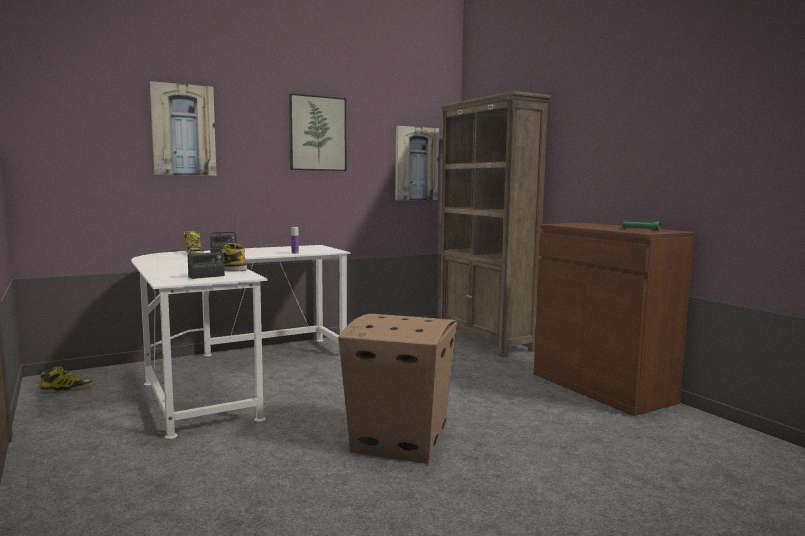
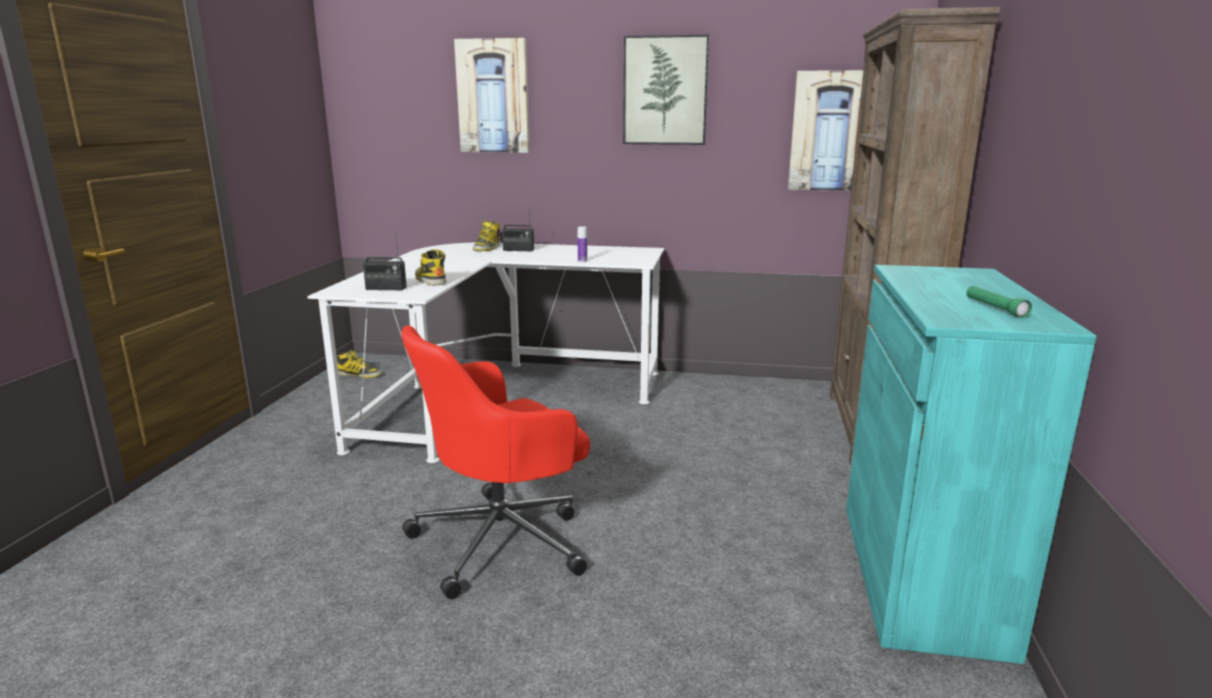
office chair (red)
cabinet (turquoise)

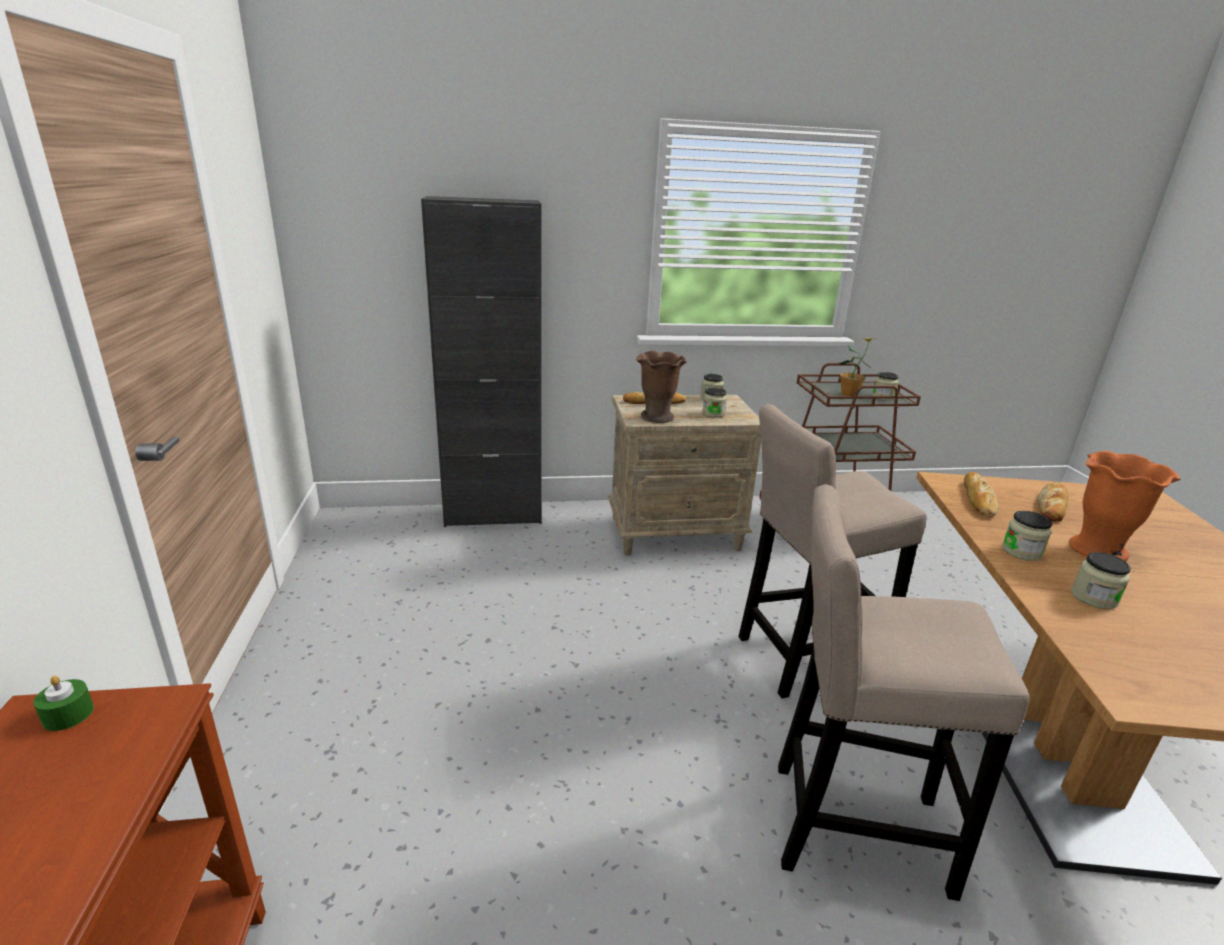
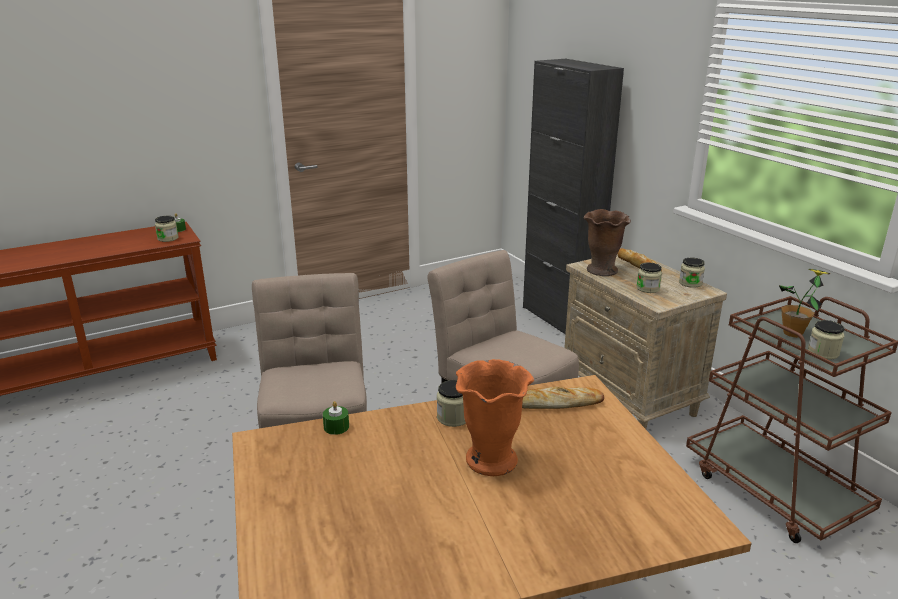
bread (no. 3 from left in the first image)
jar (no. 1 from left)
candle (green) (no. 2 from left)

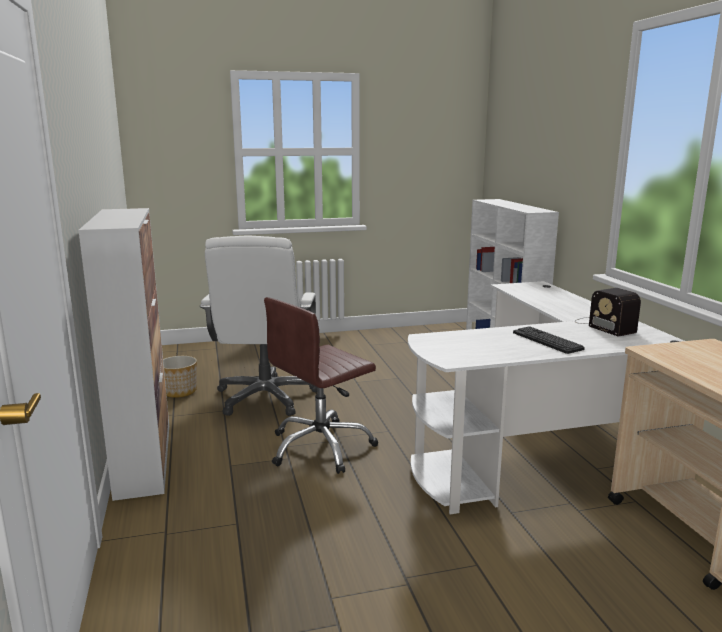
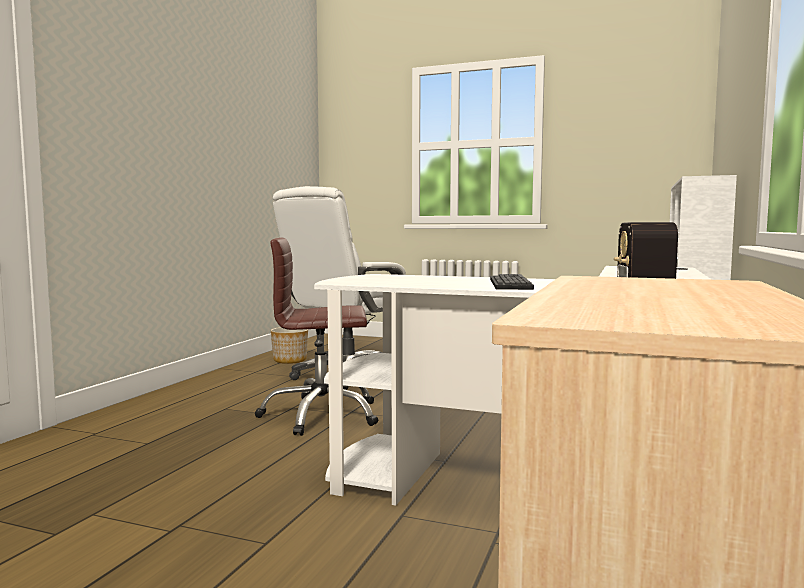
cabinet

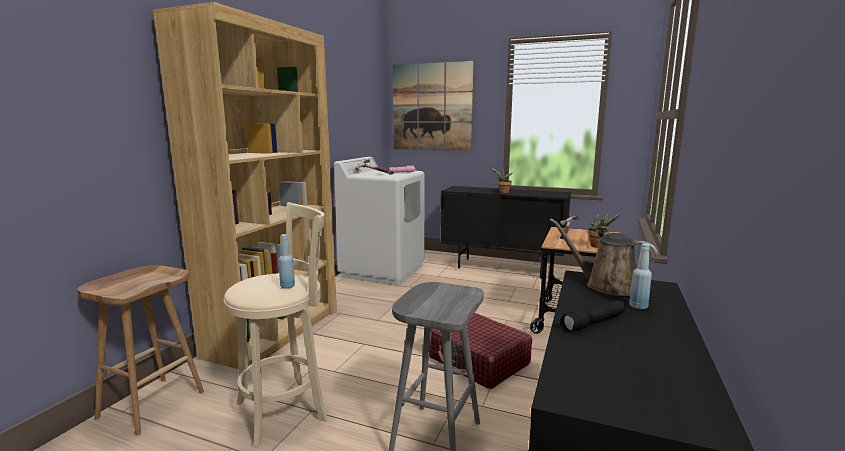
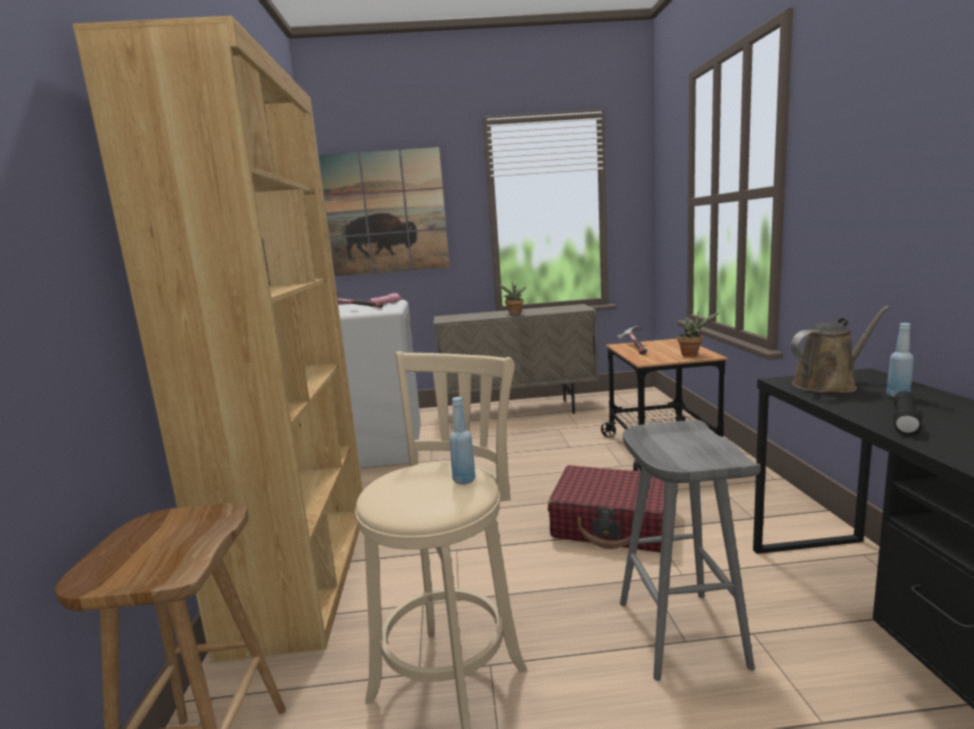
cabinet (beige)
watering can (brown)

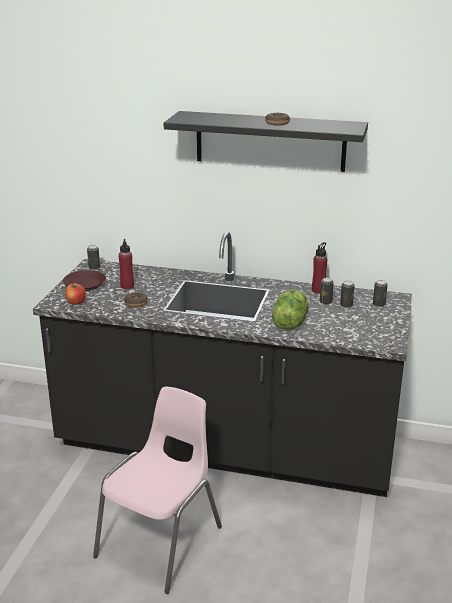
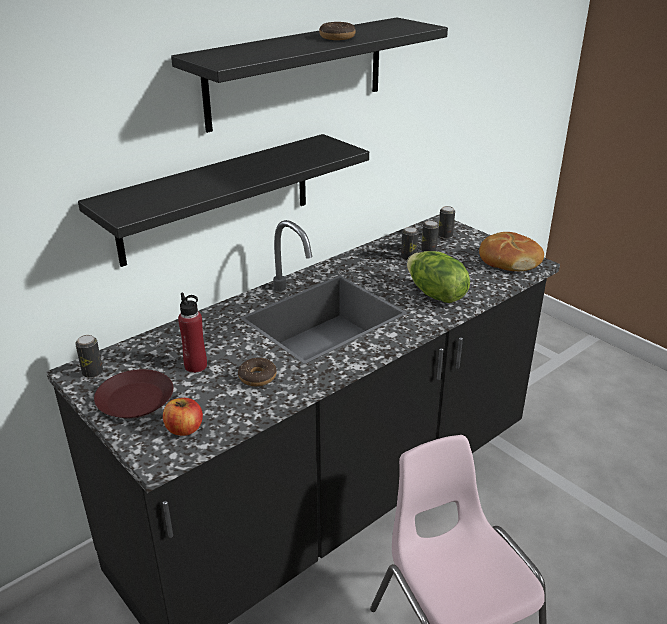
bottle (red) (no. 2 from left in the first image)
shelf (black) (no. 1 from left)
bread

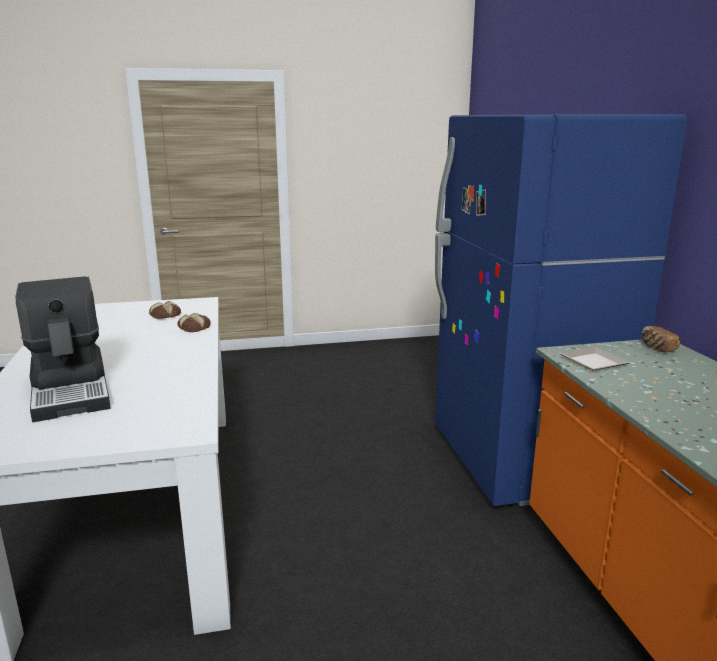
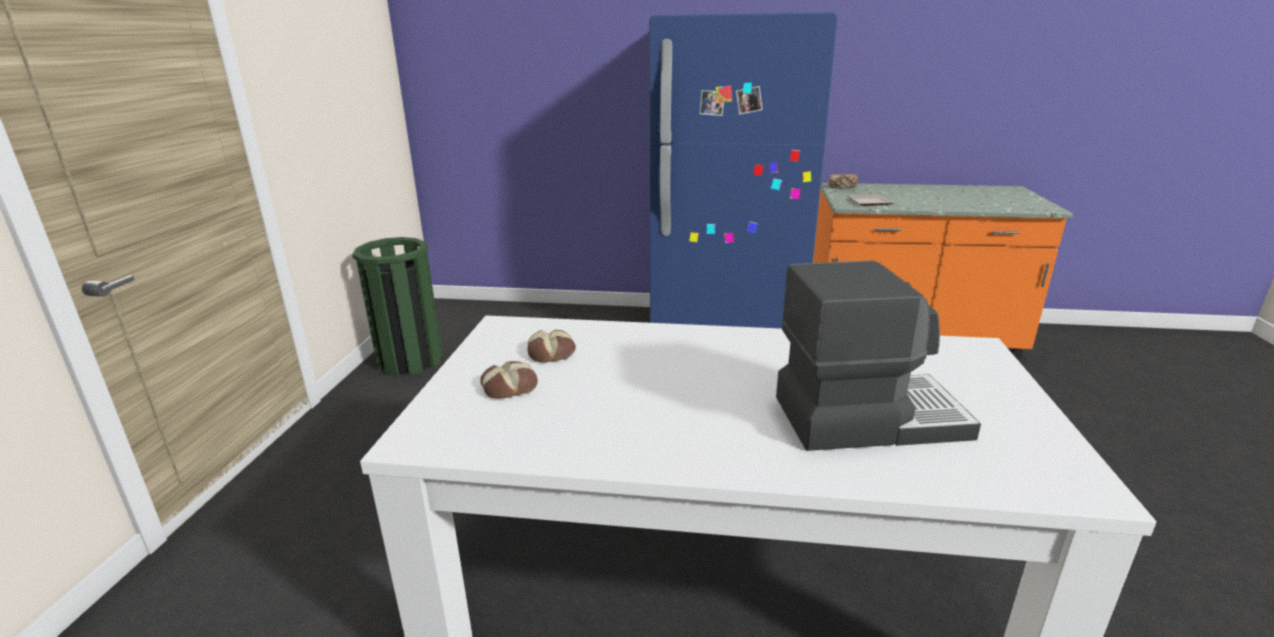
bread (no. 1 from left)
trash can (green)

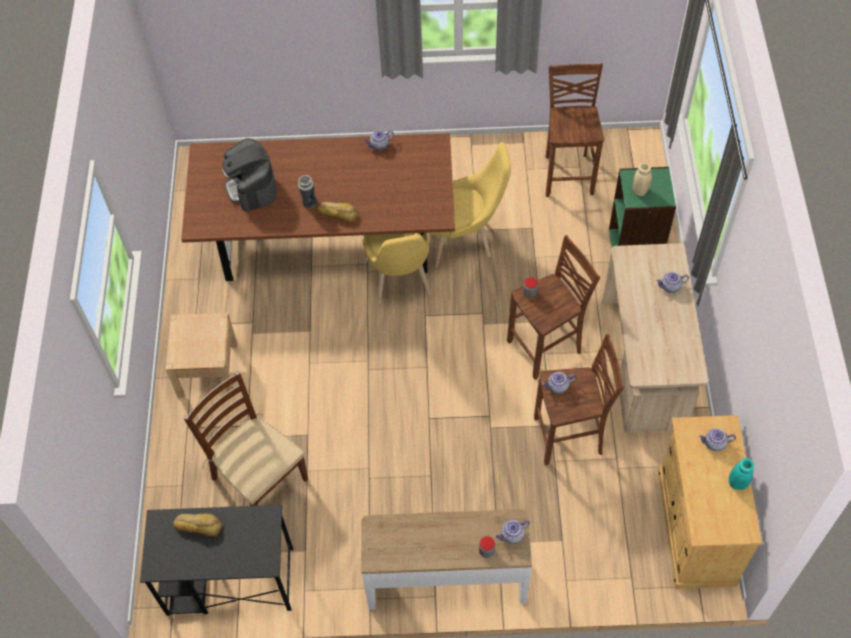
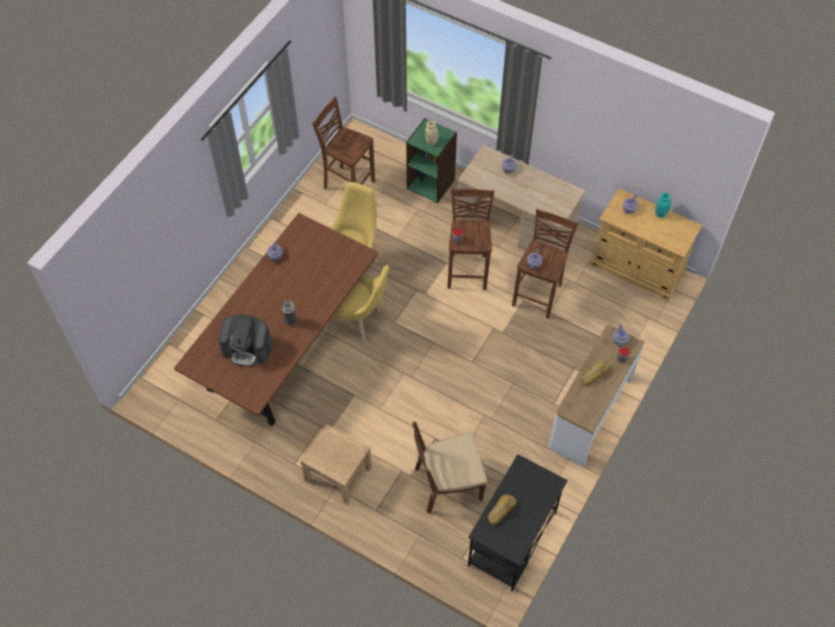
bread (no. 2 from left)

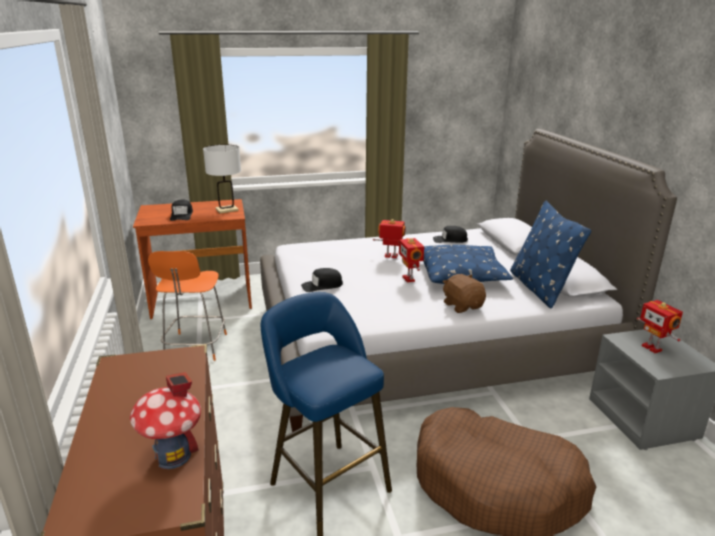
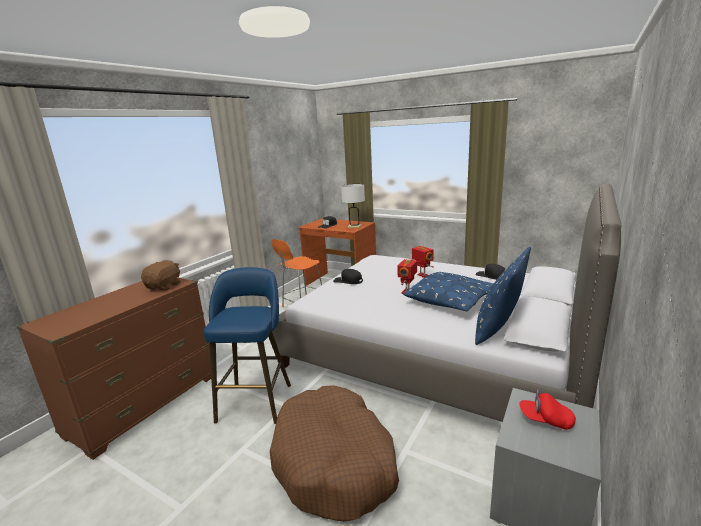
toy house
plush toy (brown)
cap (red)

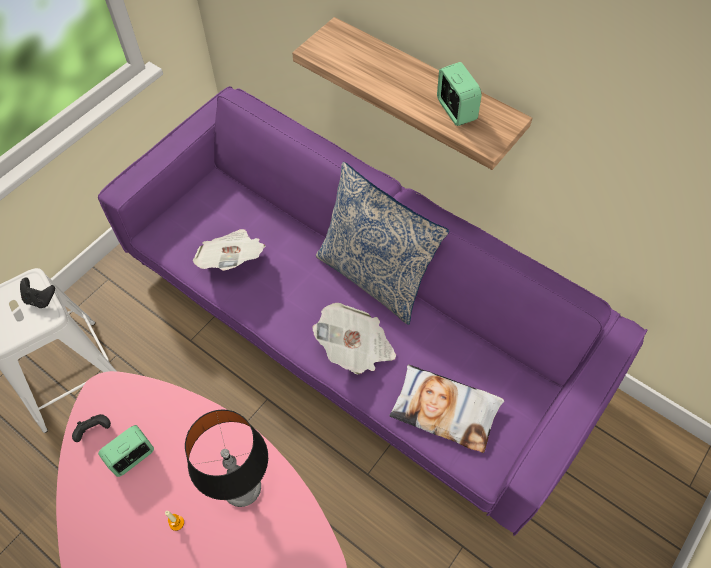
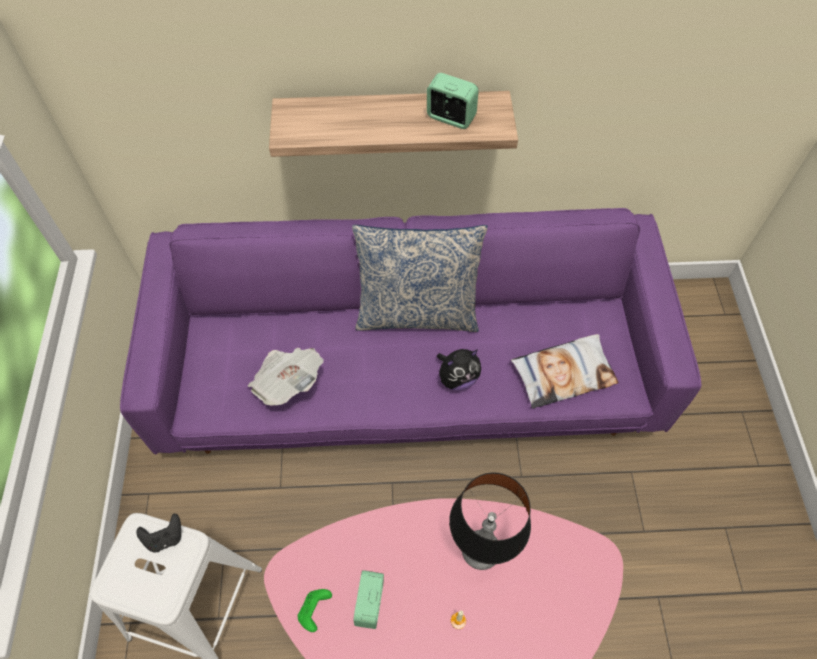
game controller (green)
plush toy

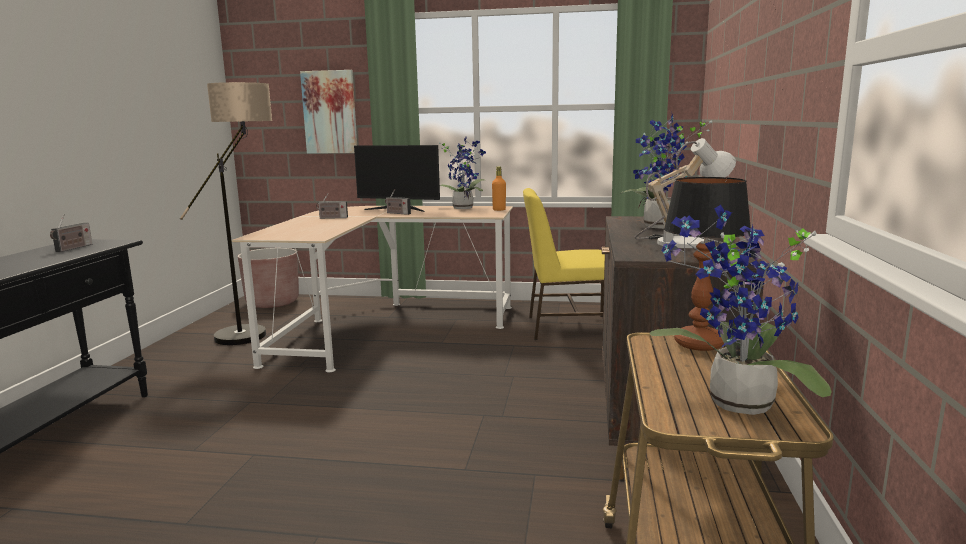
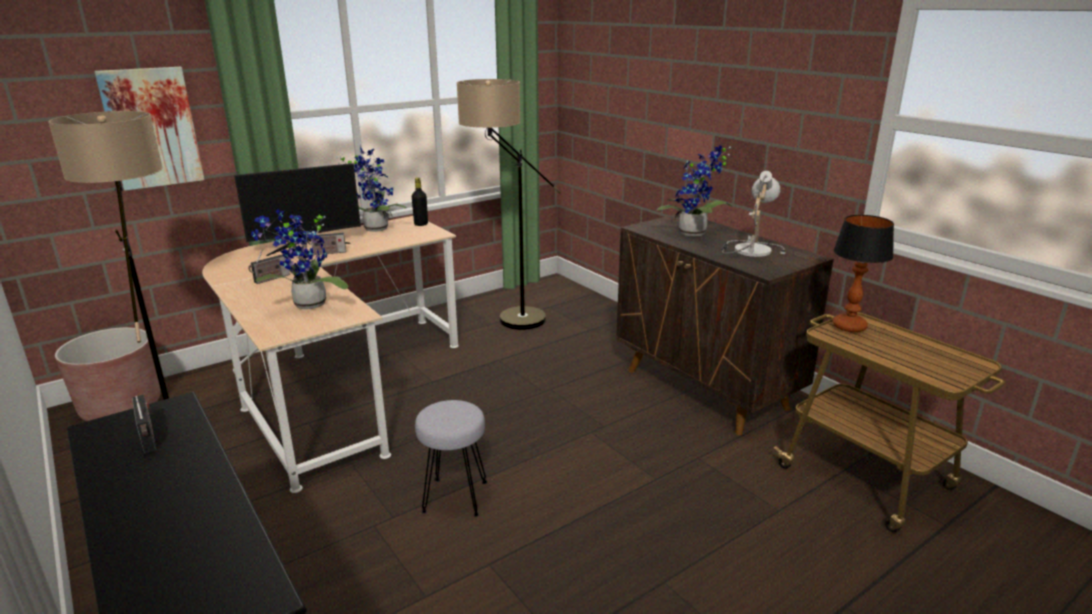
bottle (black)
floor lamp (no. 2 from left)
potted plant (no. 1 from left)
stool (grey)

